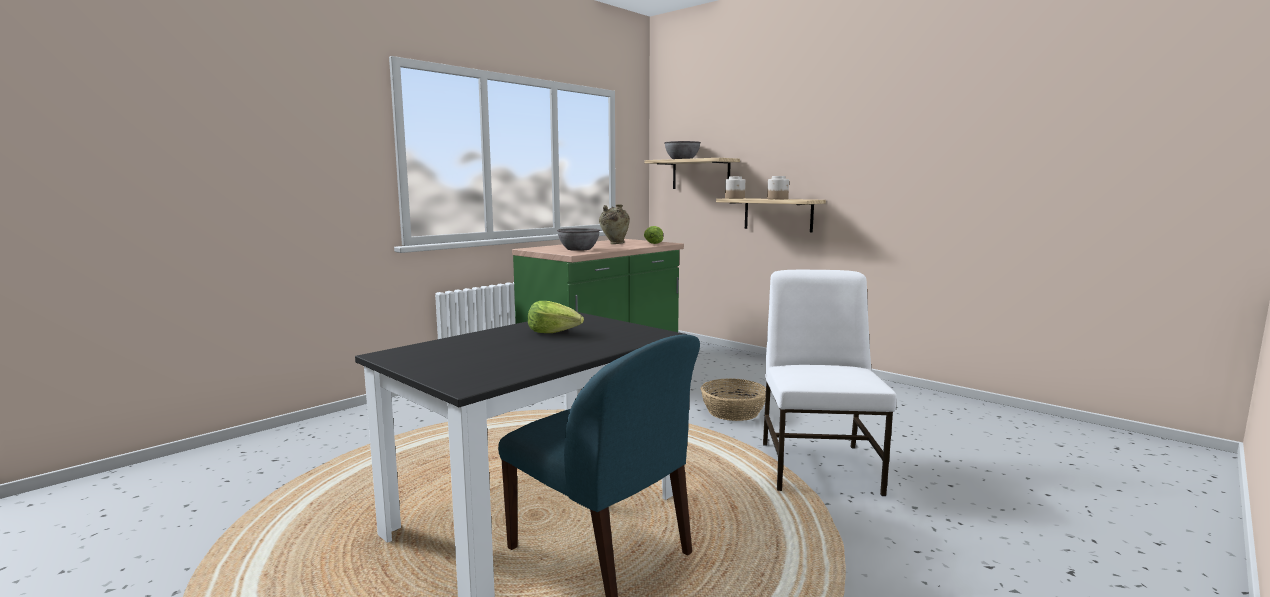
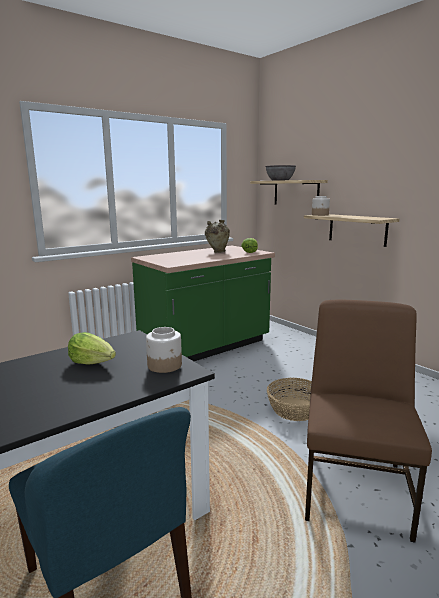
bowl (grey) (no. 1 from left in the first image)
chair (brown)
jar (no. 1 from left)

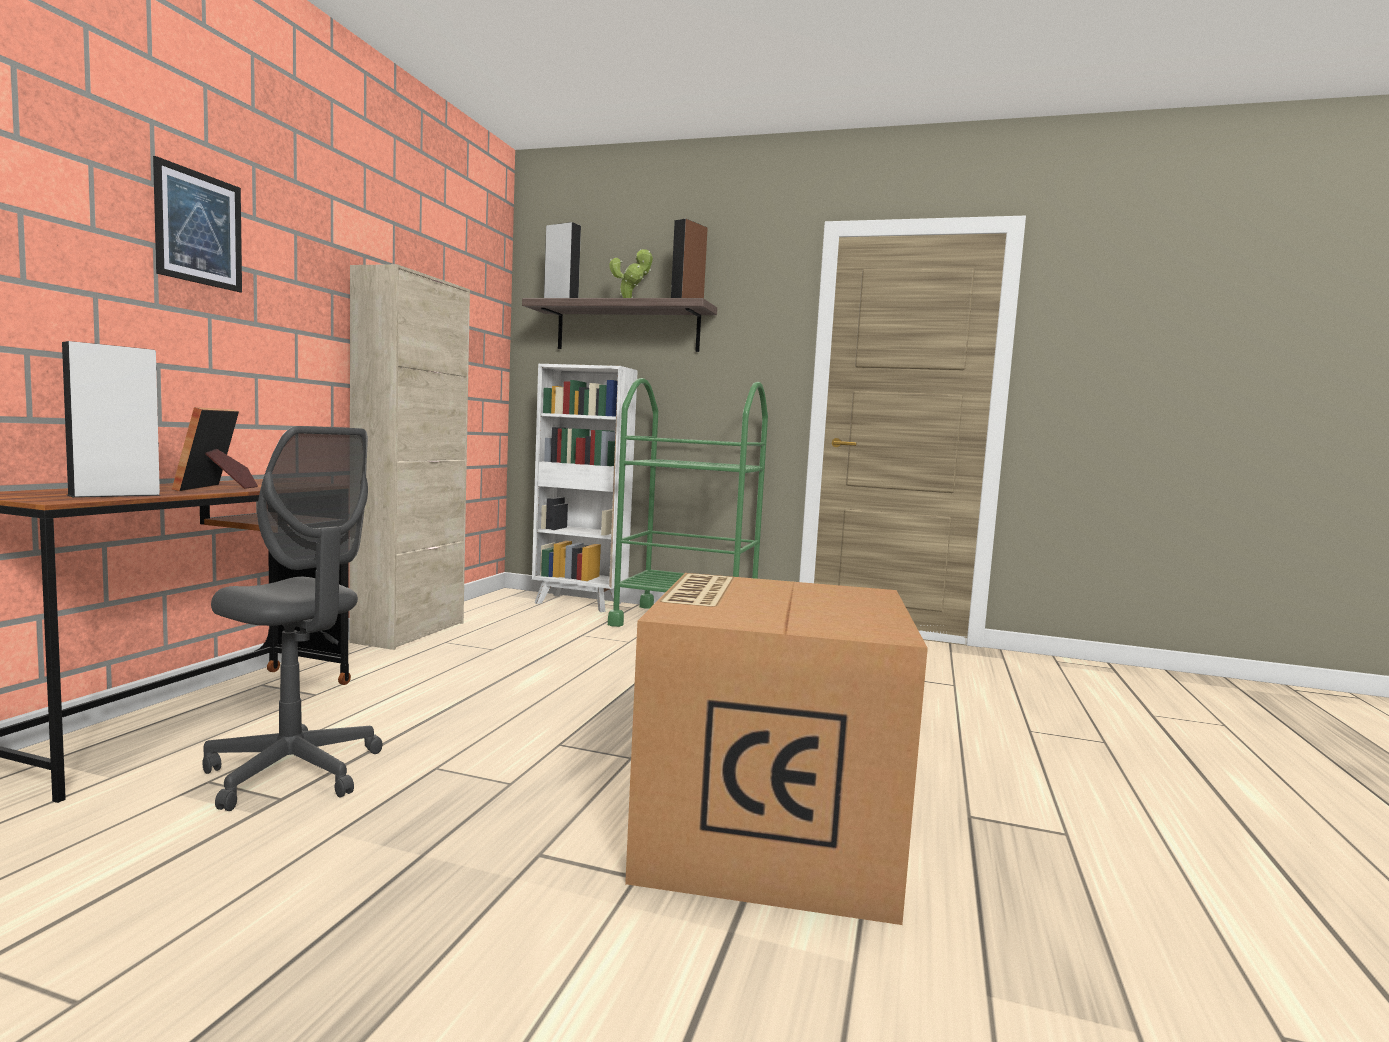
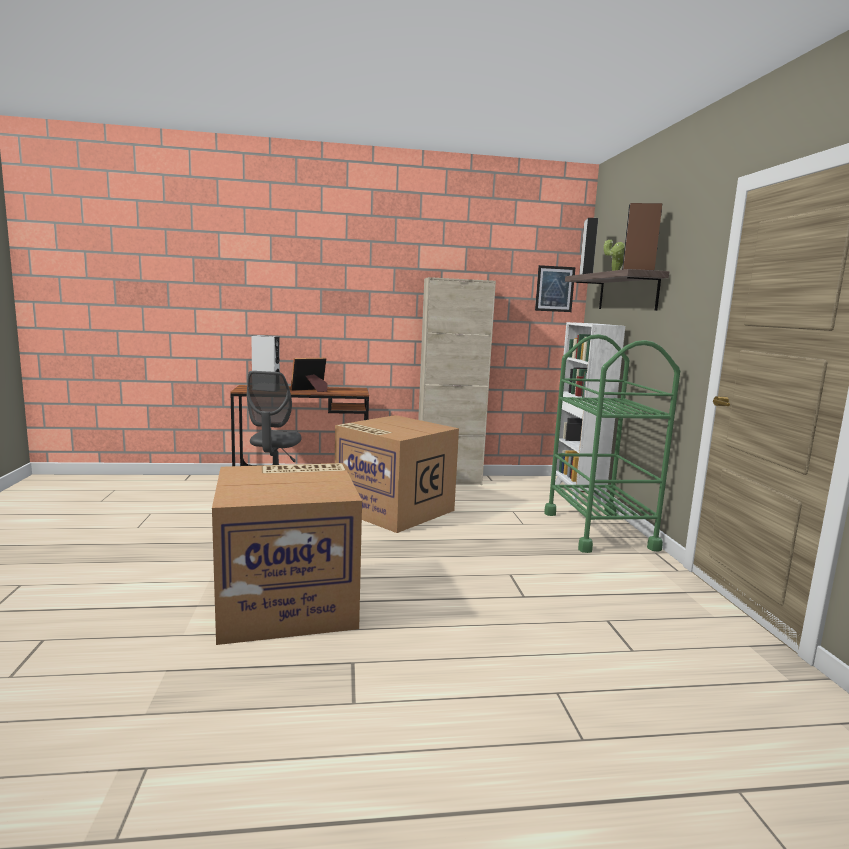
picture
cardboard box (no. 2 from left)

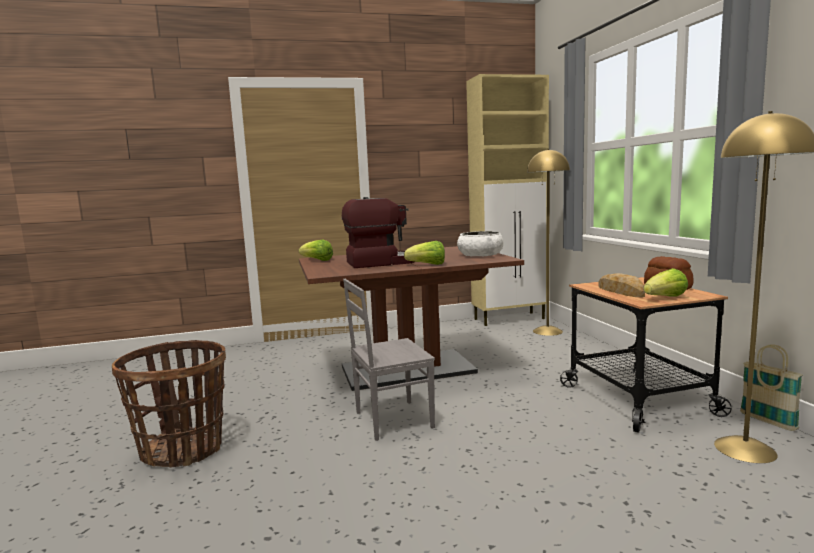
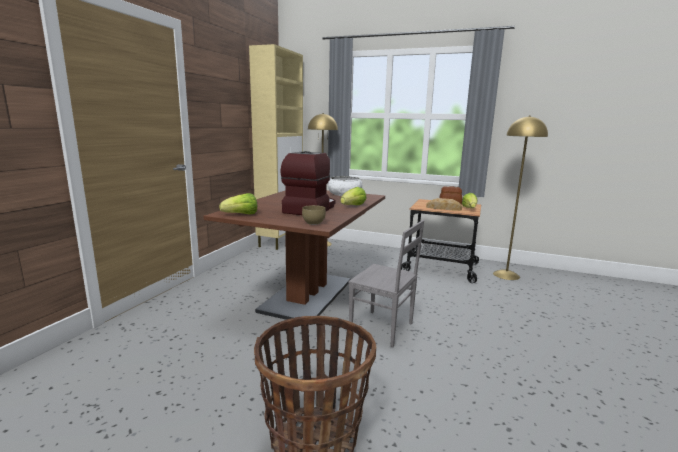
chair (grey)
basket (no. 2 from left in the first image)
bowl (brown)

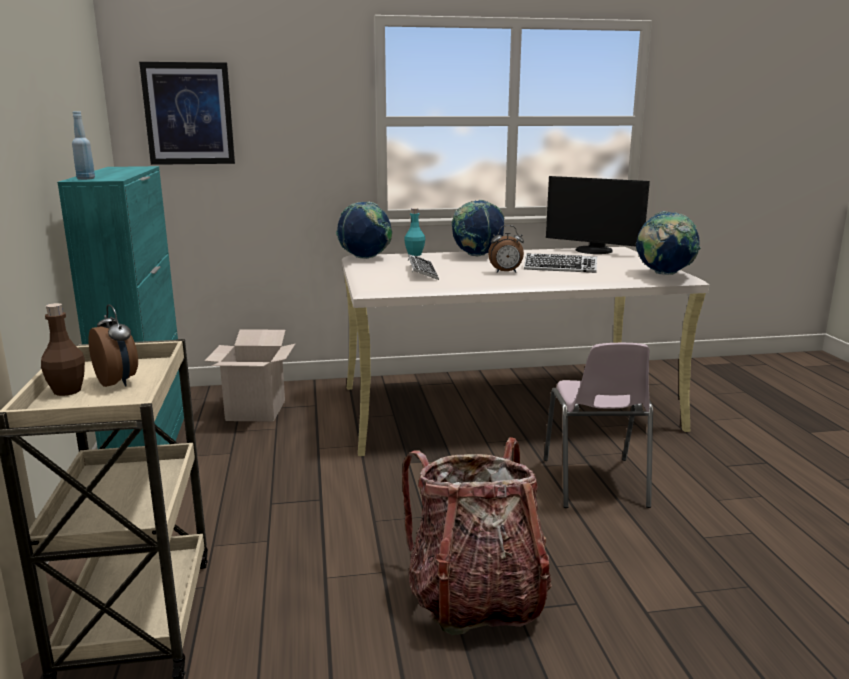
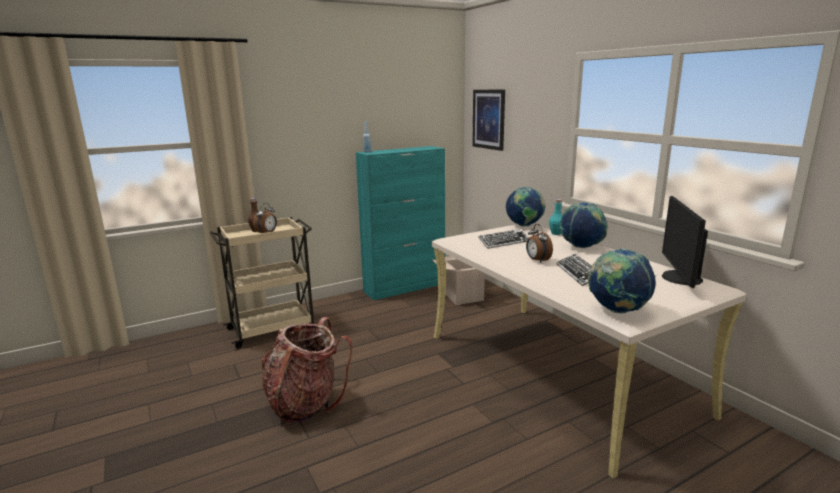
chair (pink)

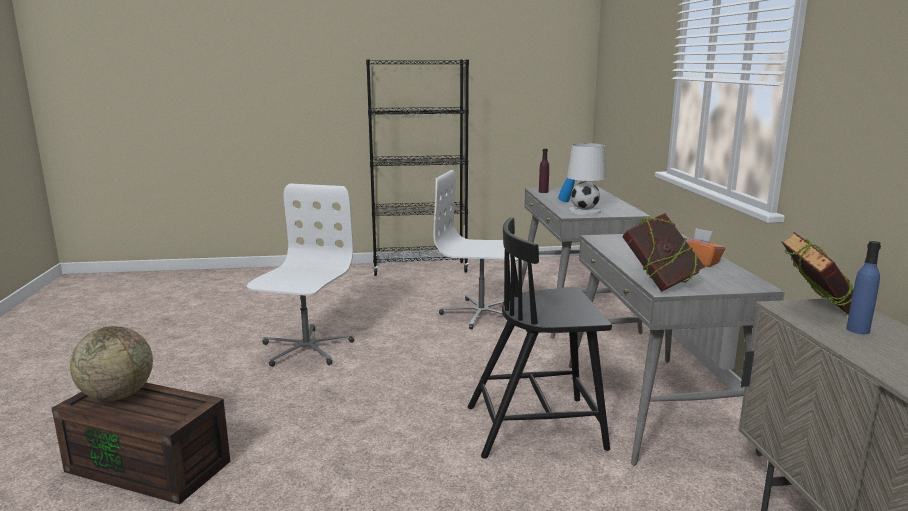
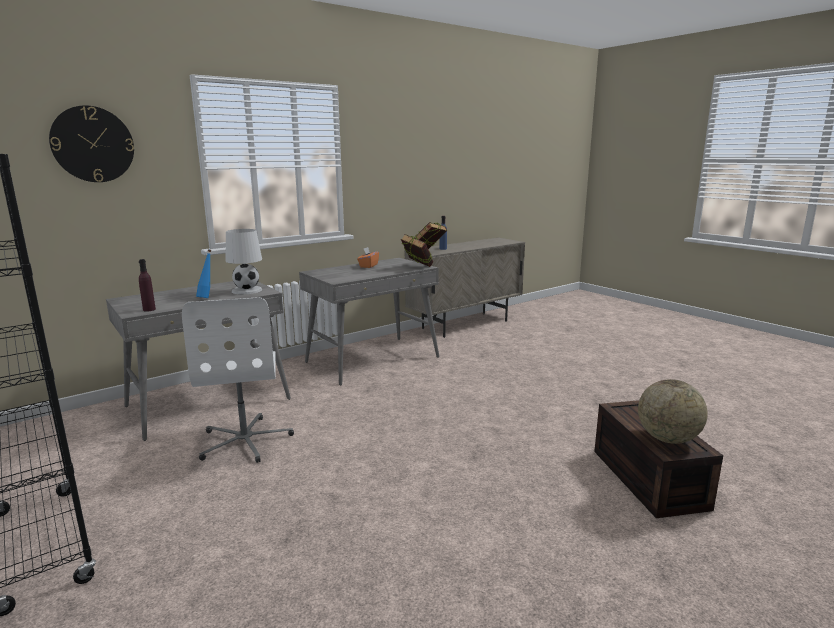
office chair (white) (no. 1 from left in the first image)
chair (black)
wall clock

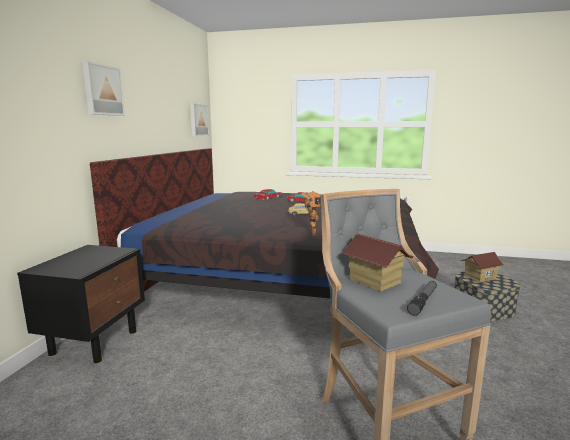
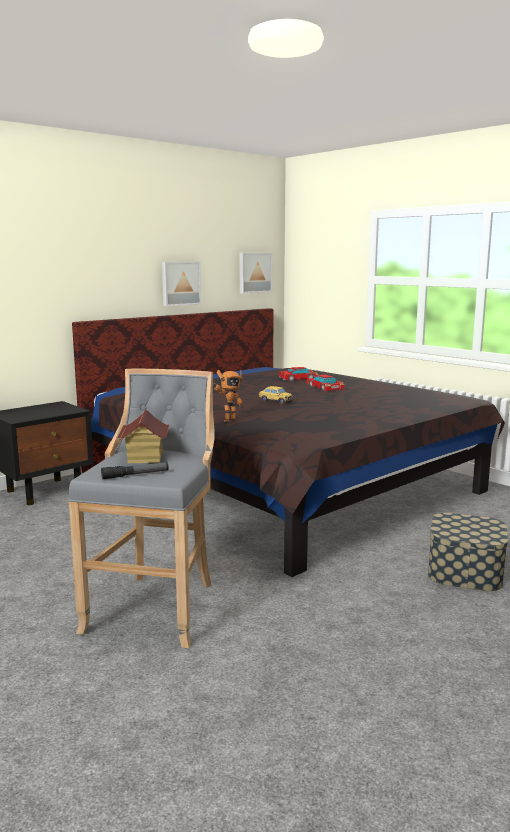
picture (no. 1 from left)
toy house (no. 2 from left in the first image)

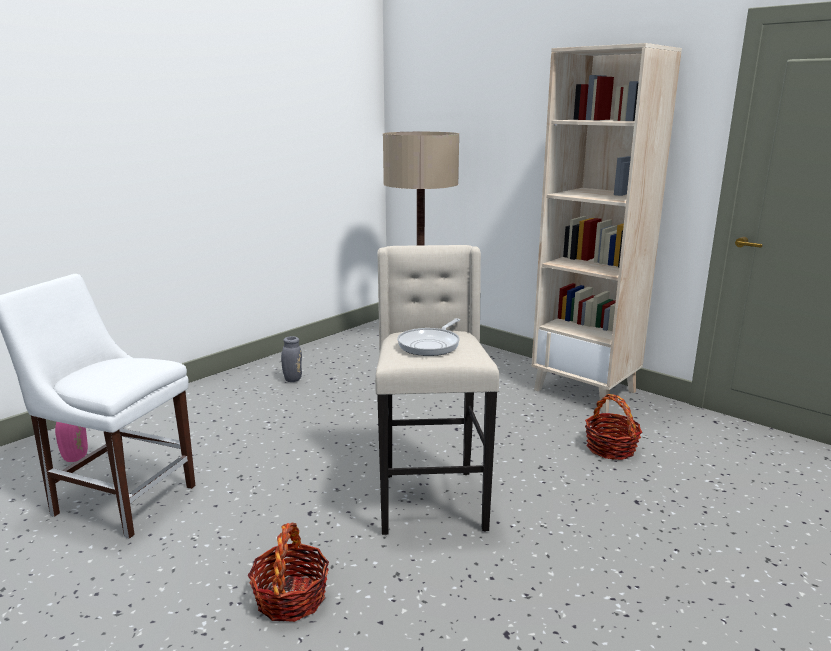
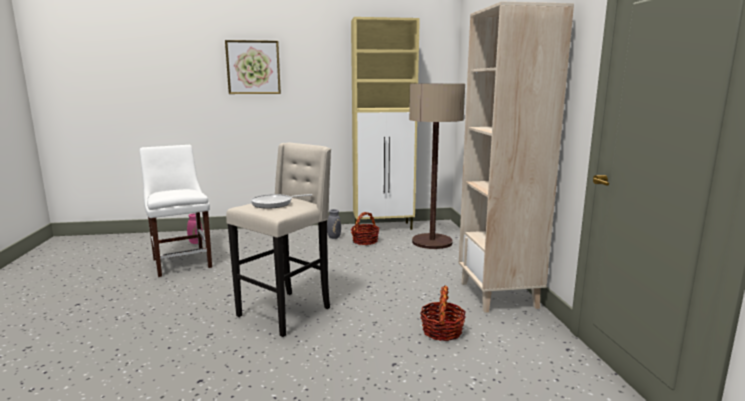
basket (no. 1 from left)
picture
cabinet (beige)

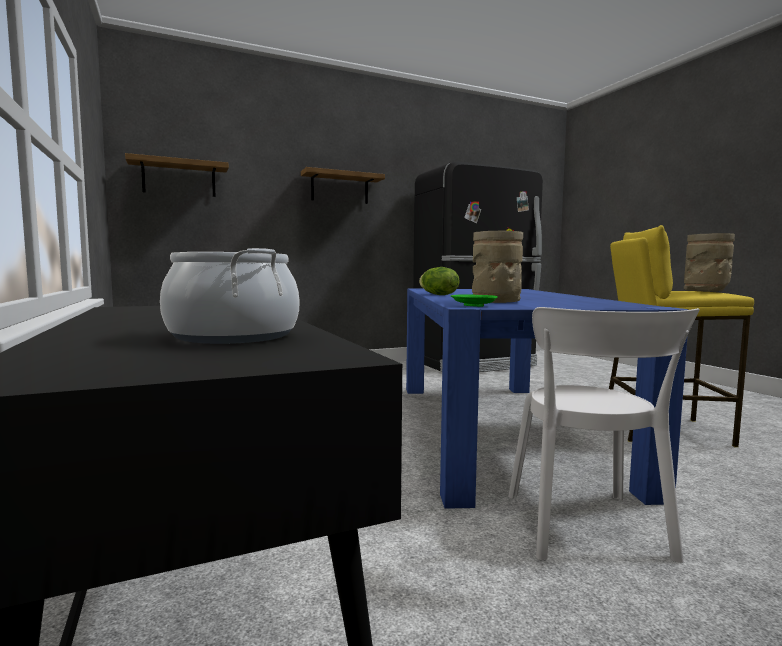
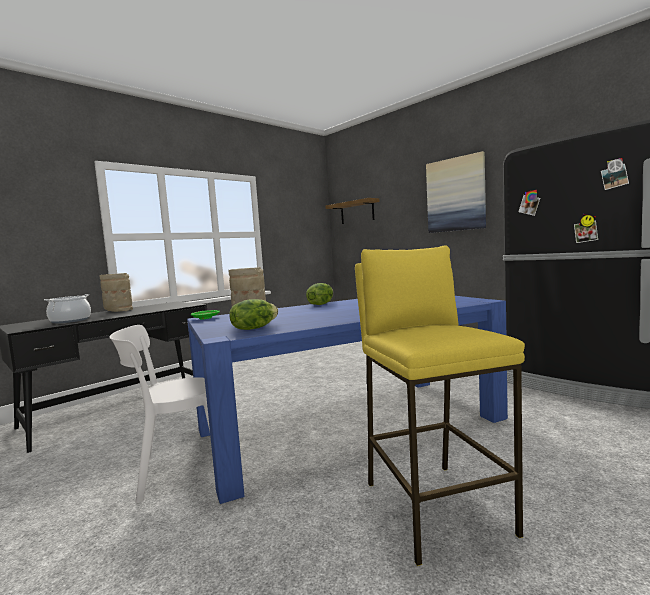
picture
vase (beige) (no. 1 from left)
lettuce (no. 1 from left)

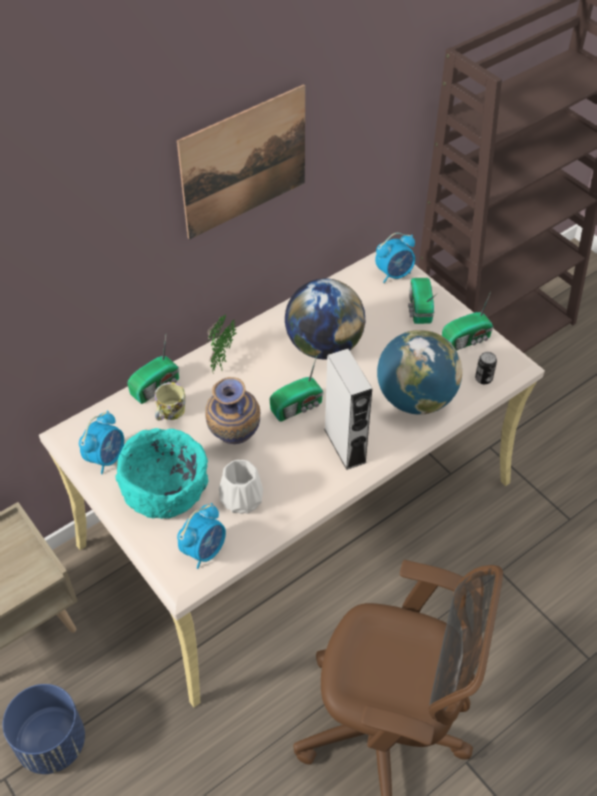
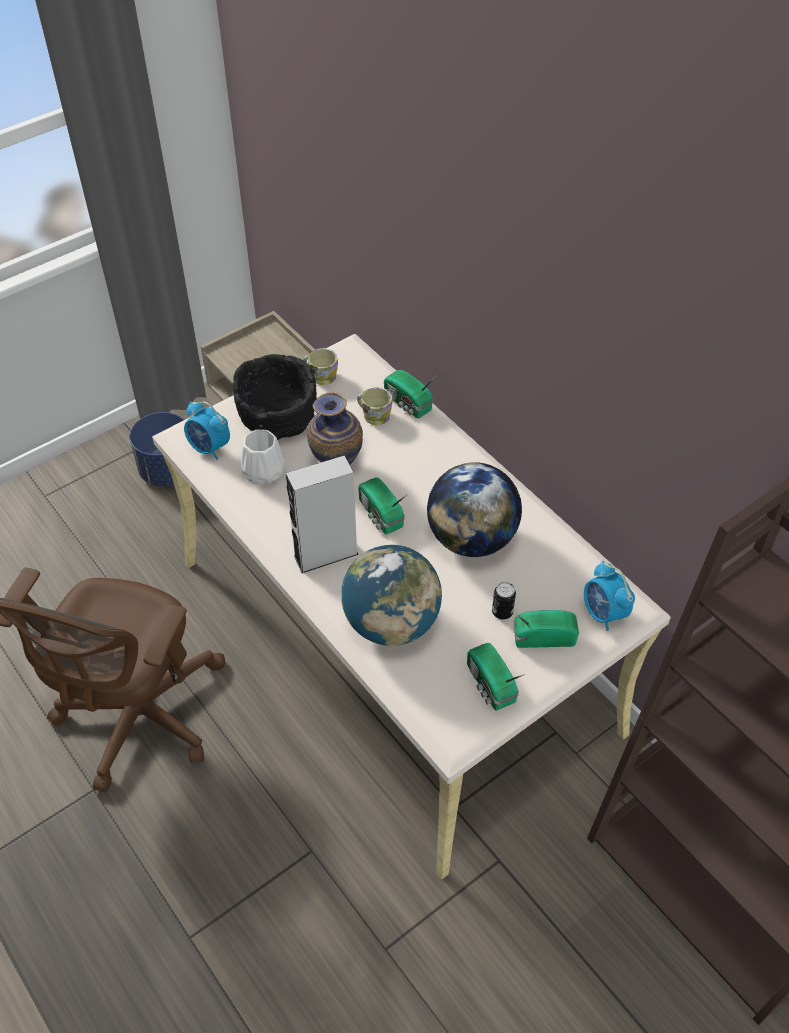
mug (no. 1 from left)
bowl (black)
picture
potted plant
can

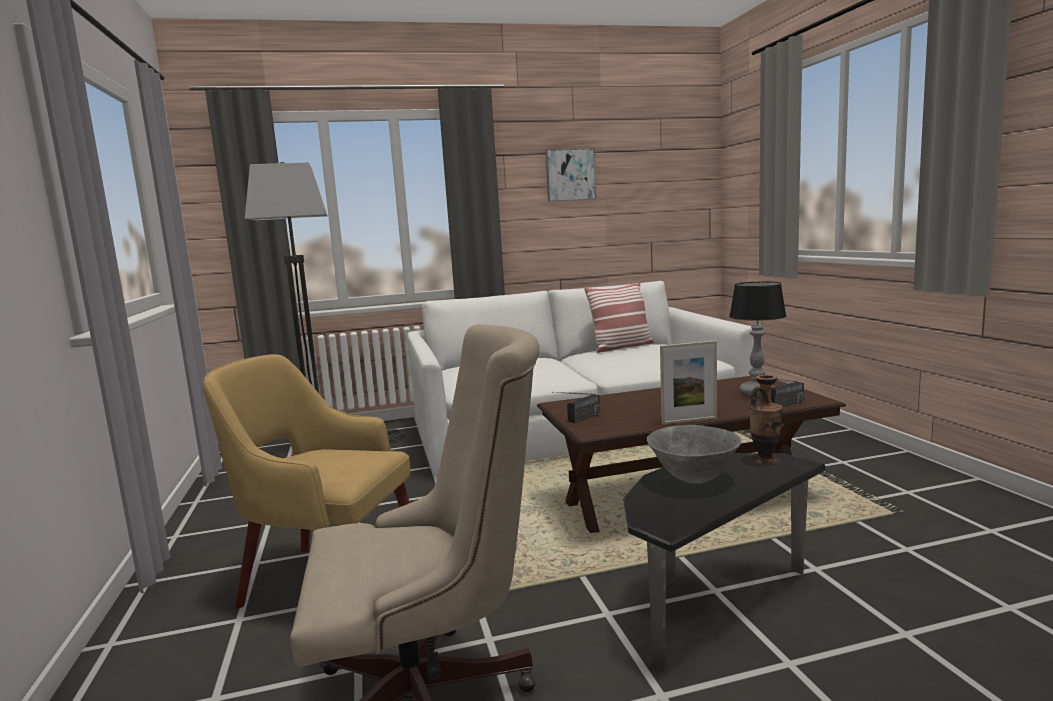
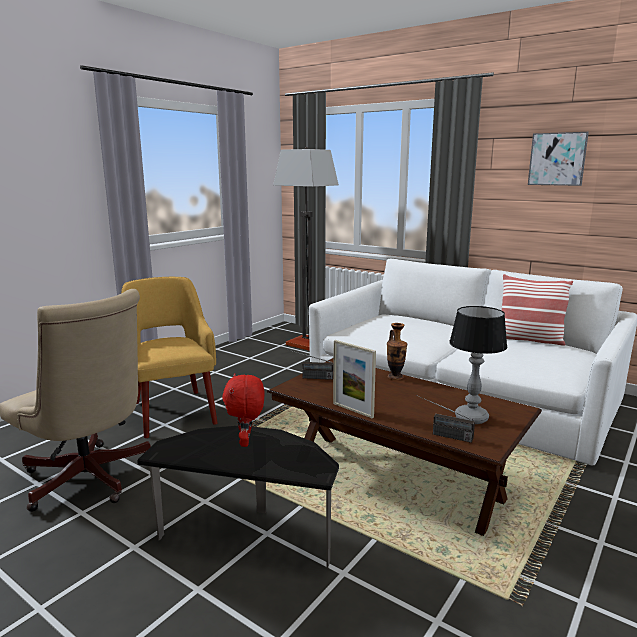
plush toy (red)
vase

